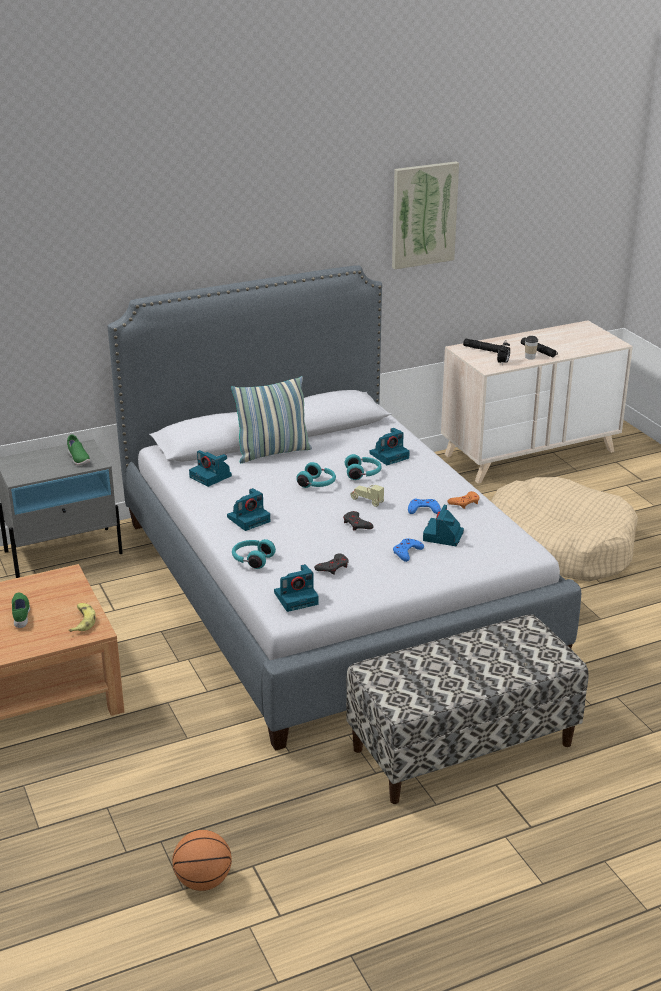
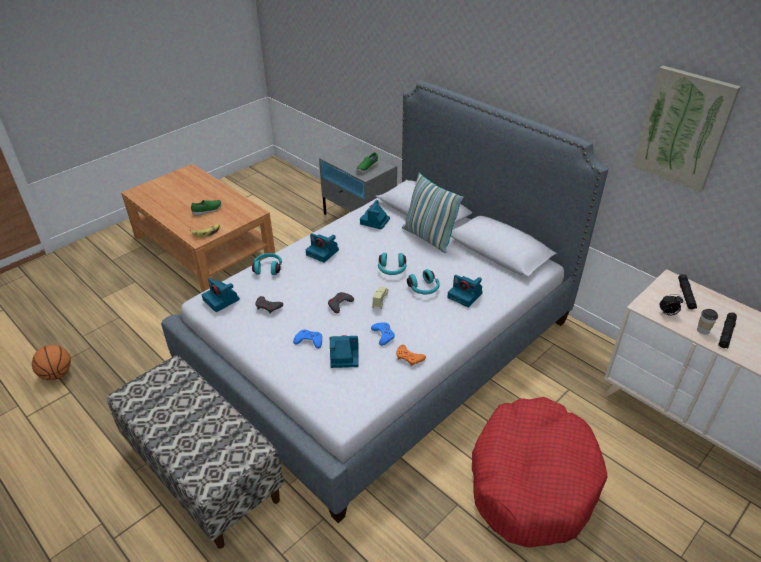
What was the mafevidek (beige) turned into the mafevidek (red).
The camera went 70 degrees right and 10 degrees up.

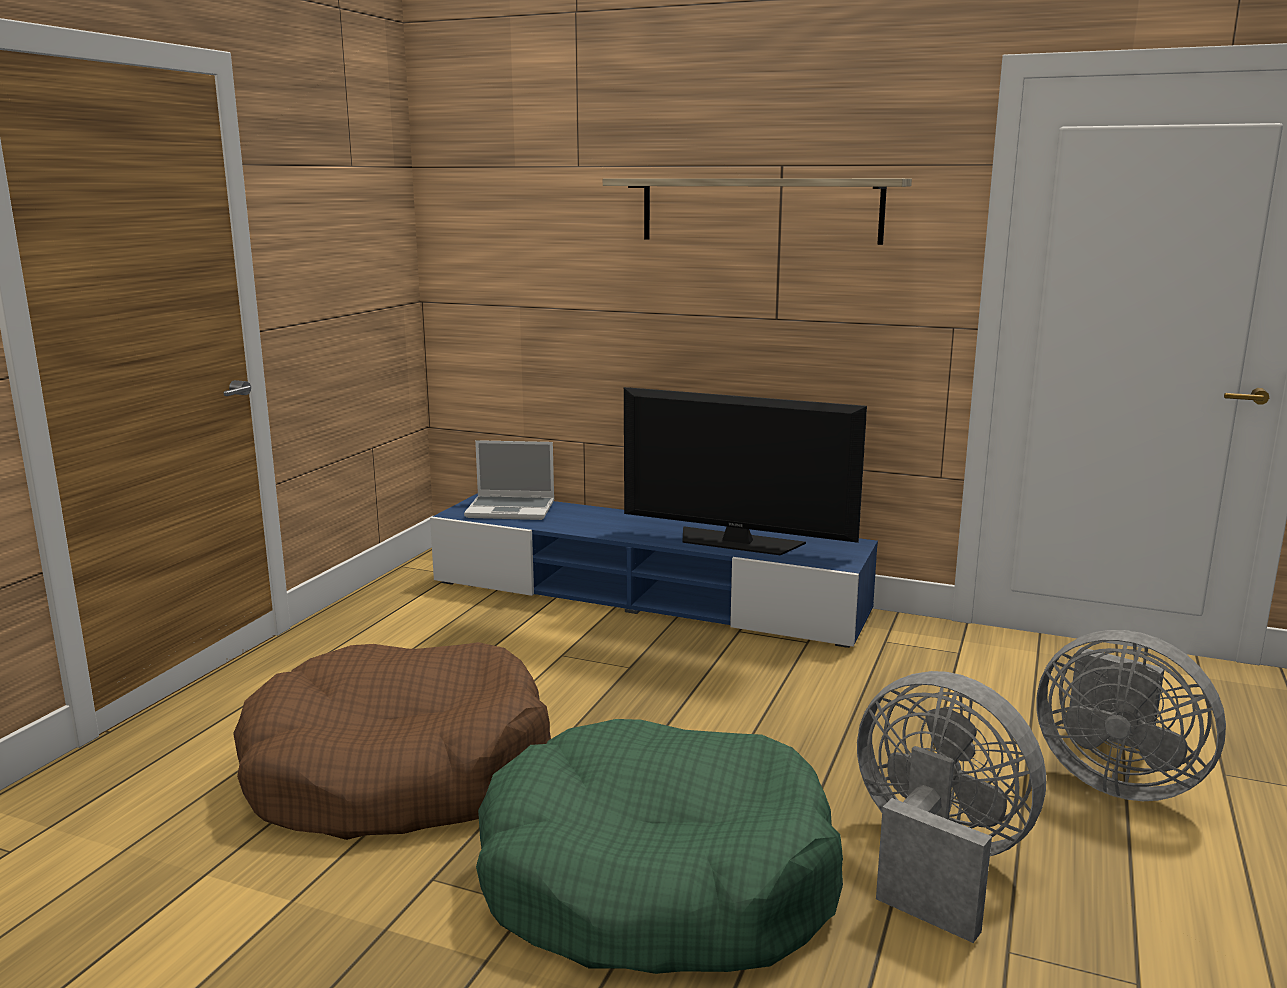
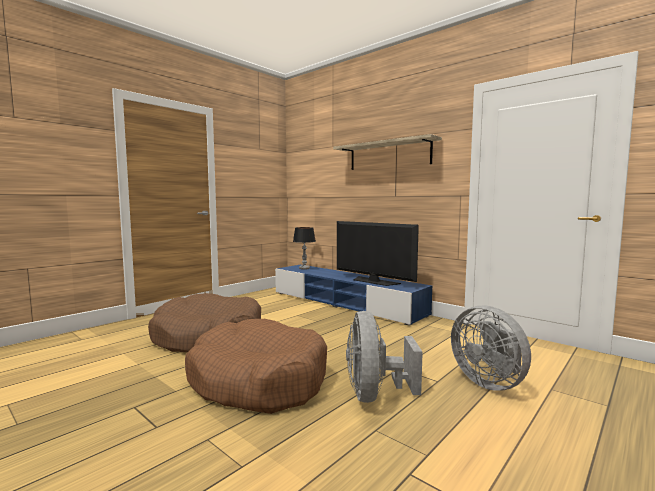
Where the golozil stood, the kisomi came to stand.
What was the mafevidek (green) turned into the mafevidek (brown) (no. 2 from left).
The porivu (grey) (no. 1 from left) ended up facing another way, 150 degrees counterclockwise from before.
The camera went 20 degrees right and 10 degrees down.

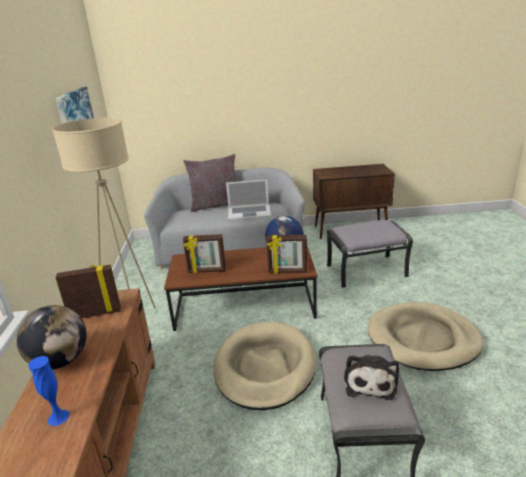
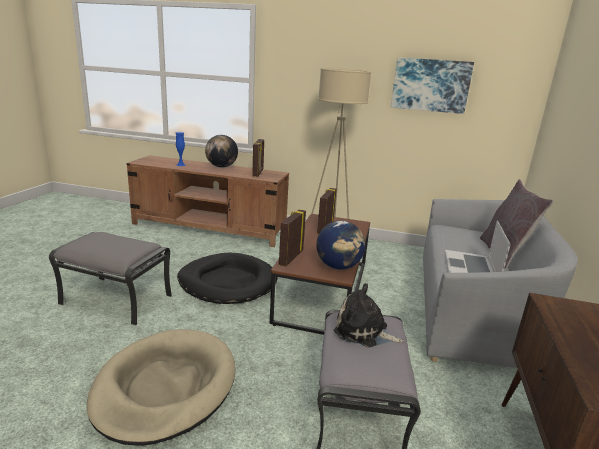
The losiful ended up elsewhere.
What was the mafevidek (beige) (no. 1 from left) turned into the mafevidek (black).
The camera went 105 degrees right and 5 degrees down.

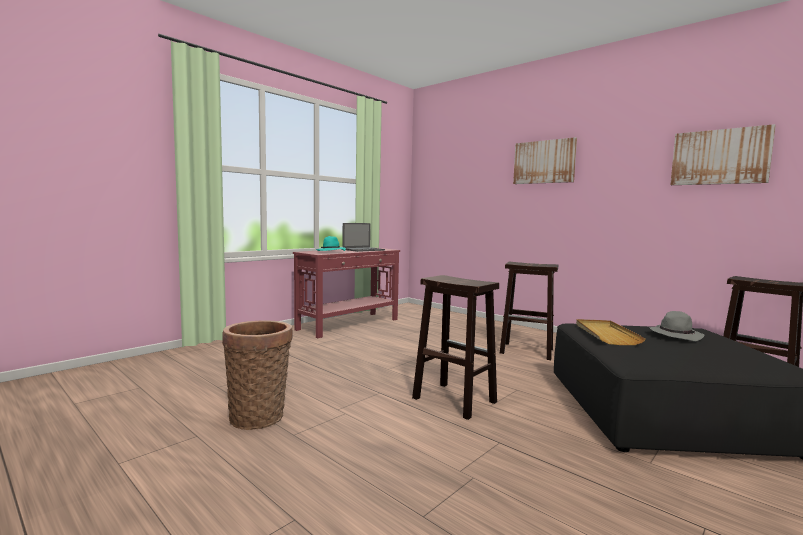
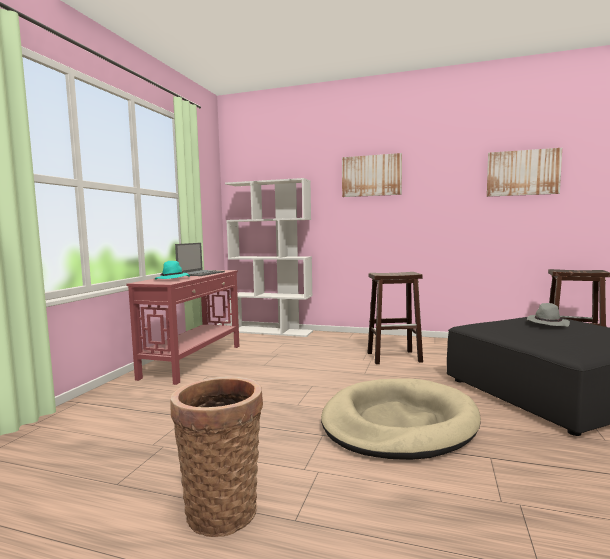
The second view lost the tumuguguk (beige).
The second view gained the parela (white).
Where the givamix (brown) (no. 1 from left) stood, the mafevidek (beige) came to stand.
The camera went 25 degrees left and 0 degrees up.

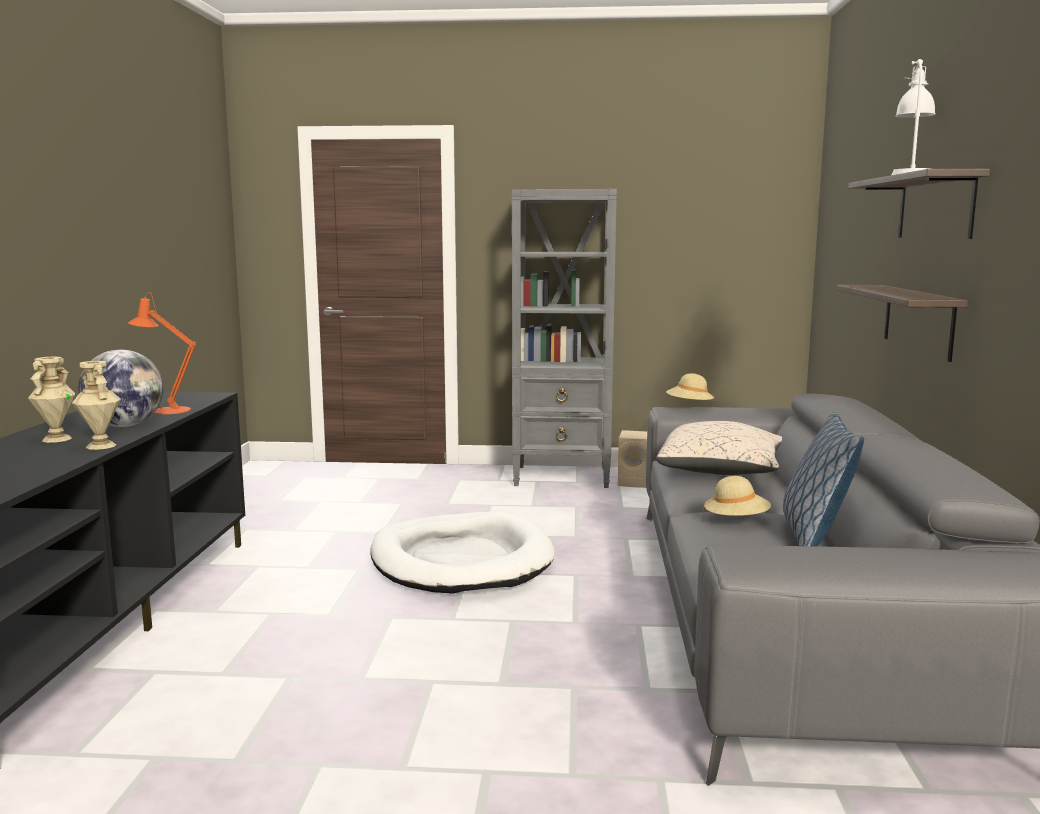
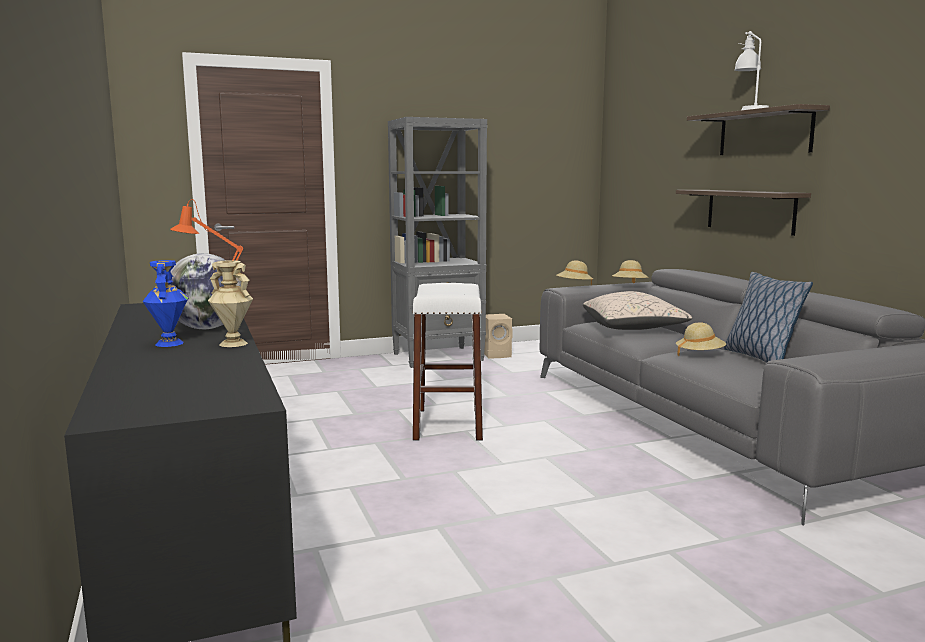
The second view gained the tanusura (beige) (no. 2 from left).
Where the mafevidek (white) stood, the givamix (white) came to stand.
What was the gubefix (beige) (no. 1 from left) turned into the gubefix (blue).
The camera went 25 degrees left and 0 degrees up.

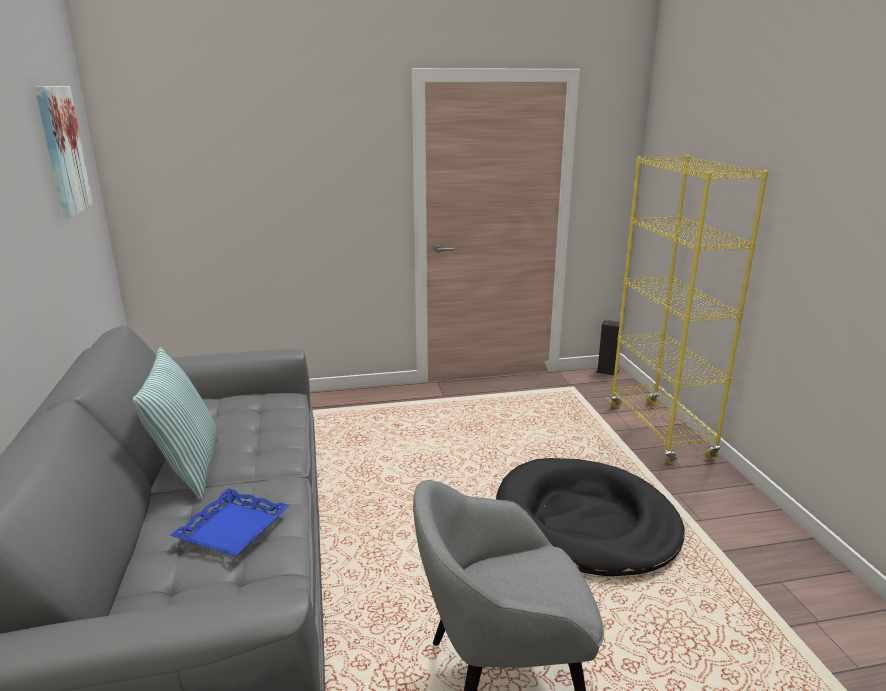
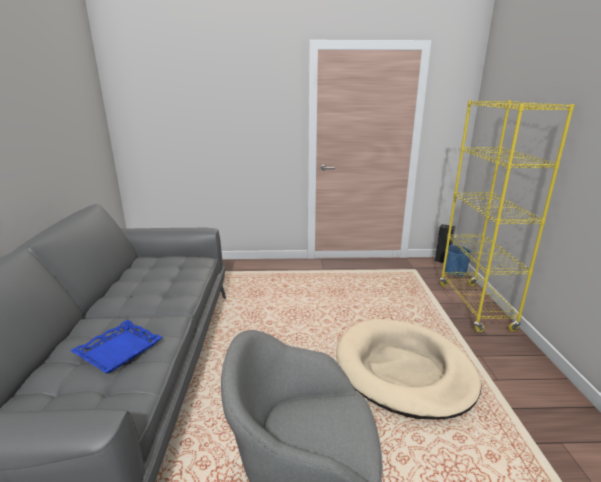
The second view lost the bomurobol.
The second view lost the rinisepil.
The second view gained the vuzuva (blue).
What was the mafevidek (black) turned into the mafevidek (beige).
The camera went 10 degrees right and 0 degrees up.

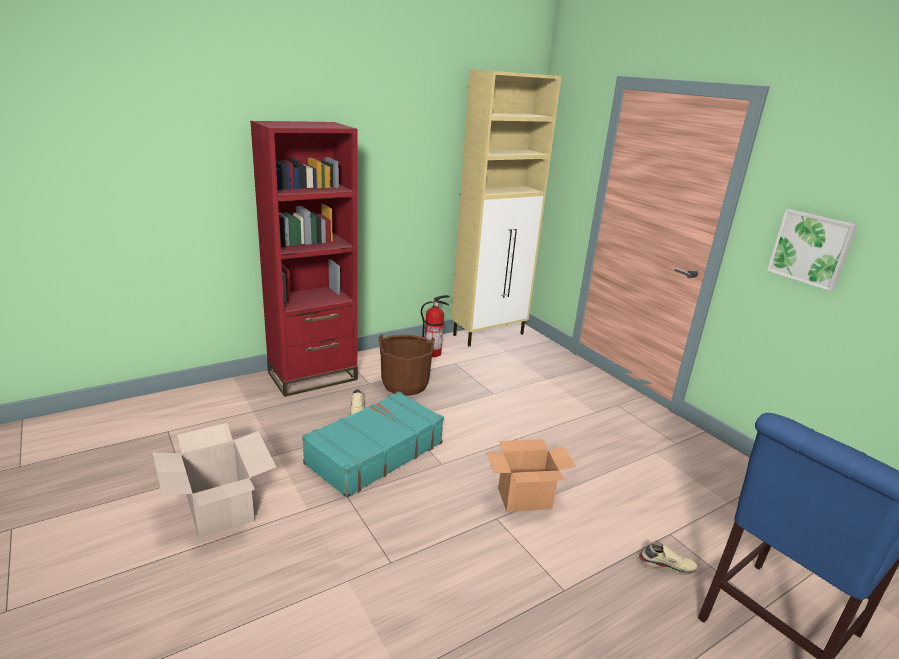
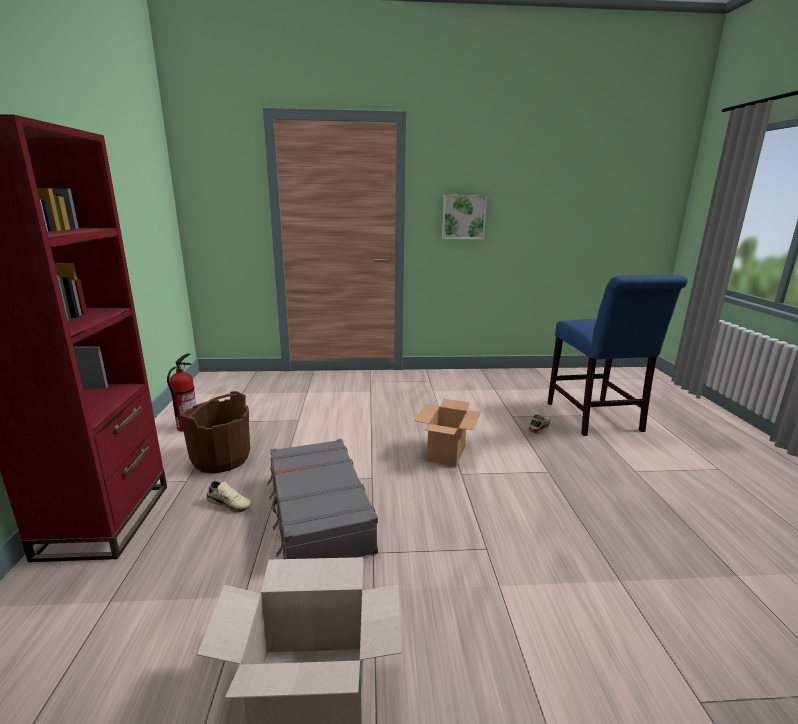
The second view lost the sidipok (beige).
What was the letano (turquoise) turned into the letano (grey).
The camera went 60 degrees left and 5 degrees down.

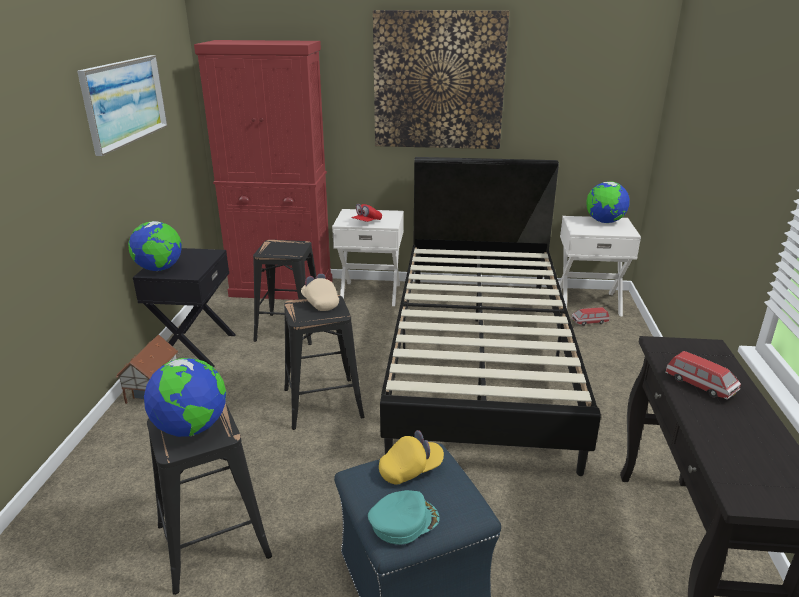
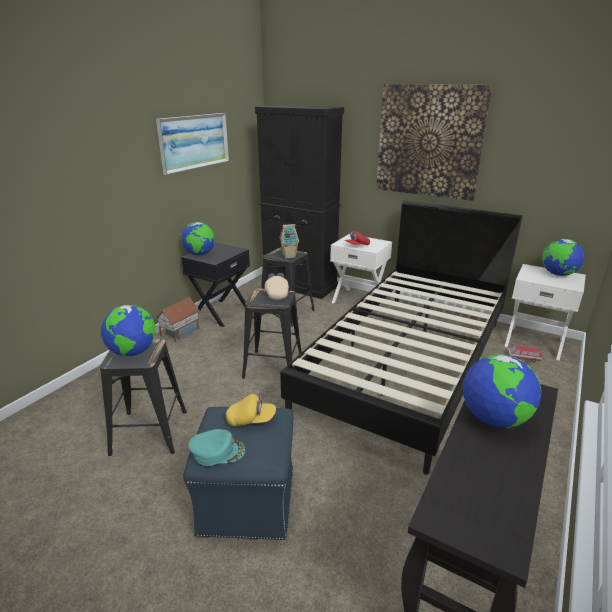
The second view gained the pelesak (no. 2 from left).
Where the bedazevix (no. 2 from left) stood, the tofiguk (no. 3 from left) came to stand.
What was the sidipok (red) turned into the sidipok (black).
The camera went 25 degrees right and 0 degrees up.

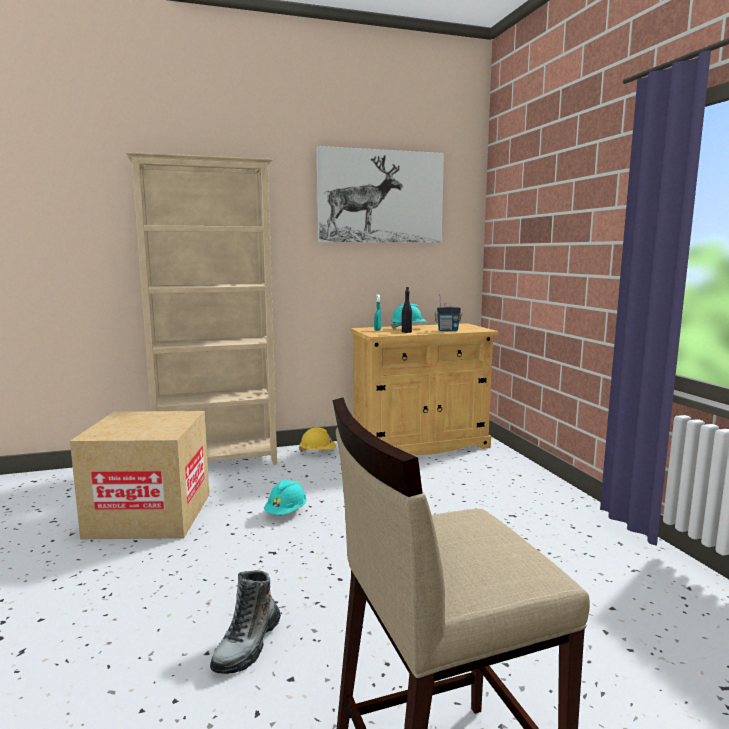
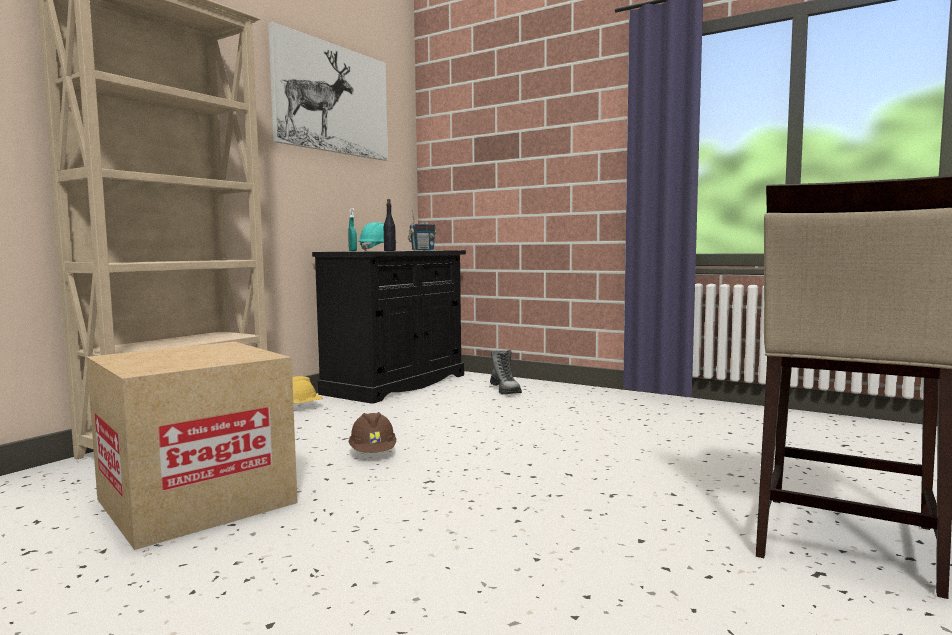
The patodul ended up elsewhere.
What was the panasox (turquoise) (no. 1 from left) turned into the panasox (brown).
What was the sidipok (beige) turned into the sidipok (black).
The camera went 40 degrees left and 5 degrees down.

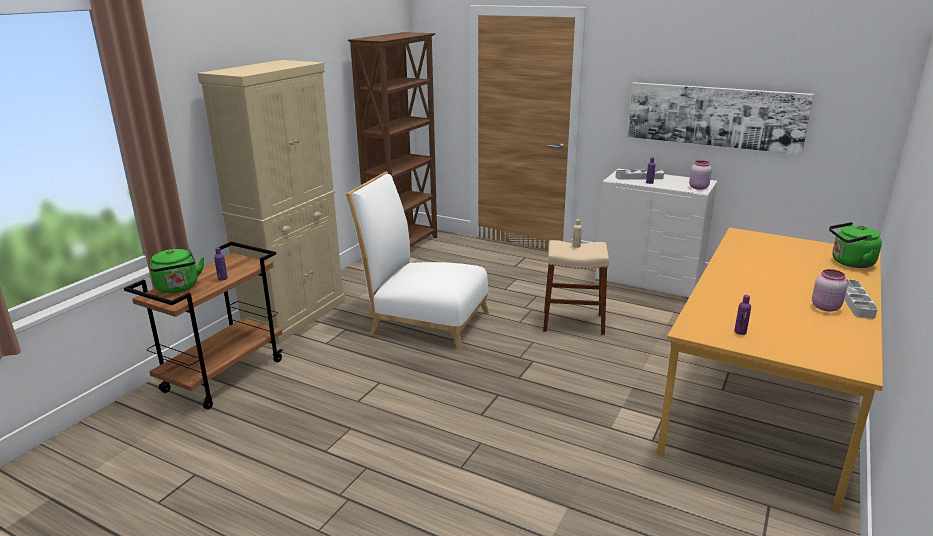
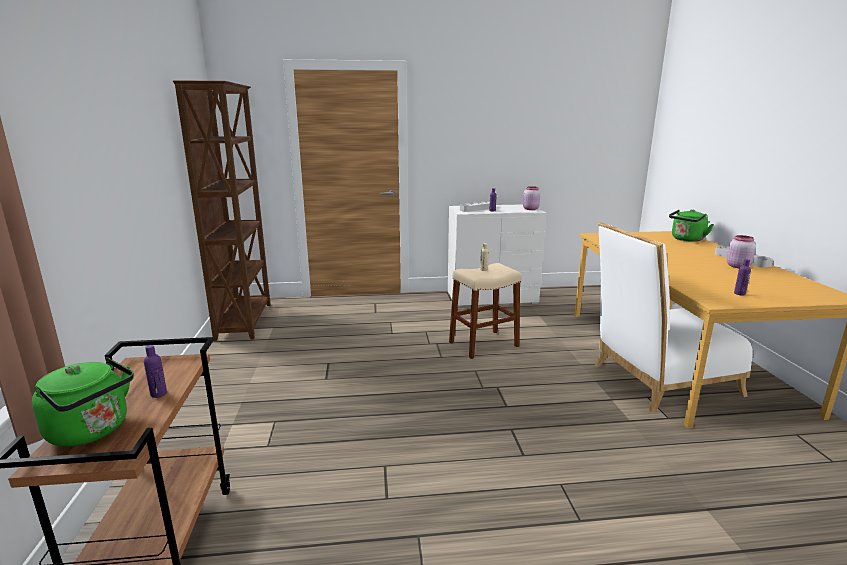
The second view lost the sidipok (beige).
The second view lost the bomurobol.
The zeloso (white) ended up elsewhere.
The camera went 35 degrees left and 5 degrees down.

